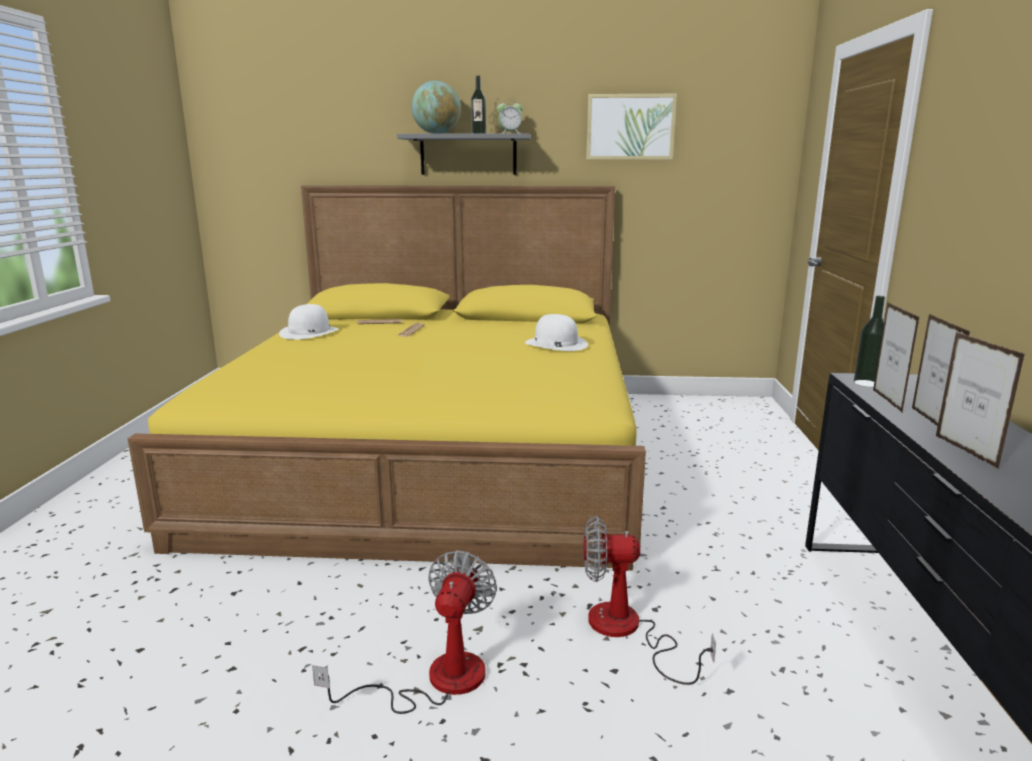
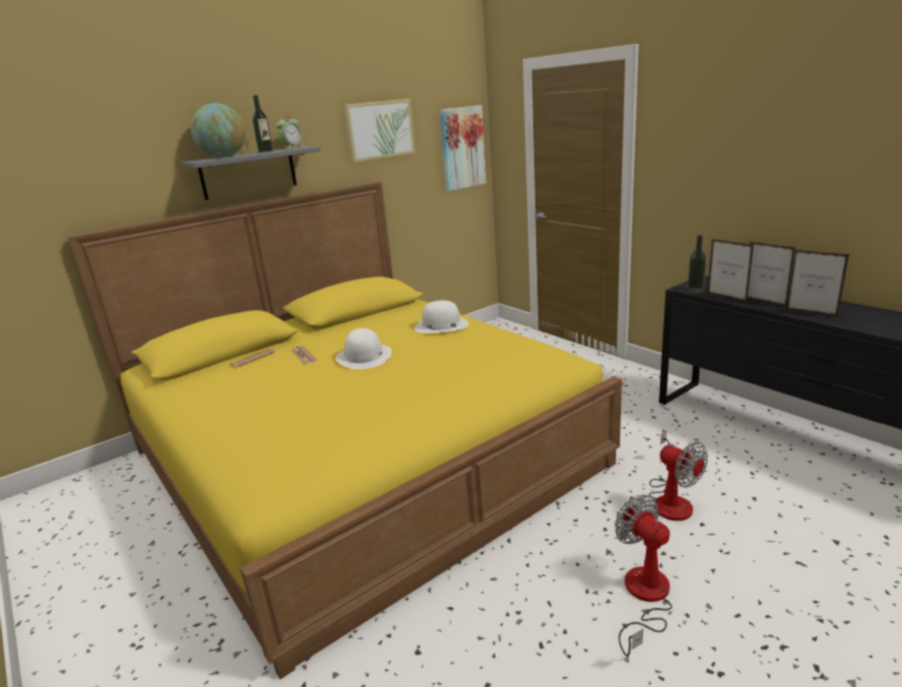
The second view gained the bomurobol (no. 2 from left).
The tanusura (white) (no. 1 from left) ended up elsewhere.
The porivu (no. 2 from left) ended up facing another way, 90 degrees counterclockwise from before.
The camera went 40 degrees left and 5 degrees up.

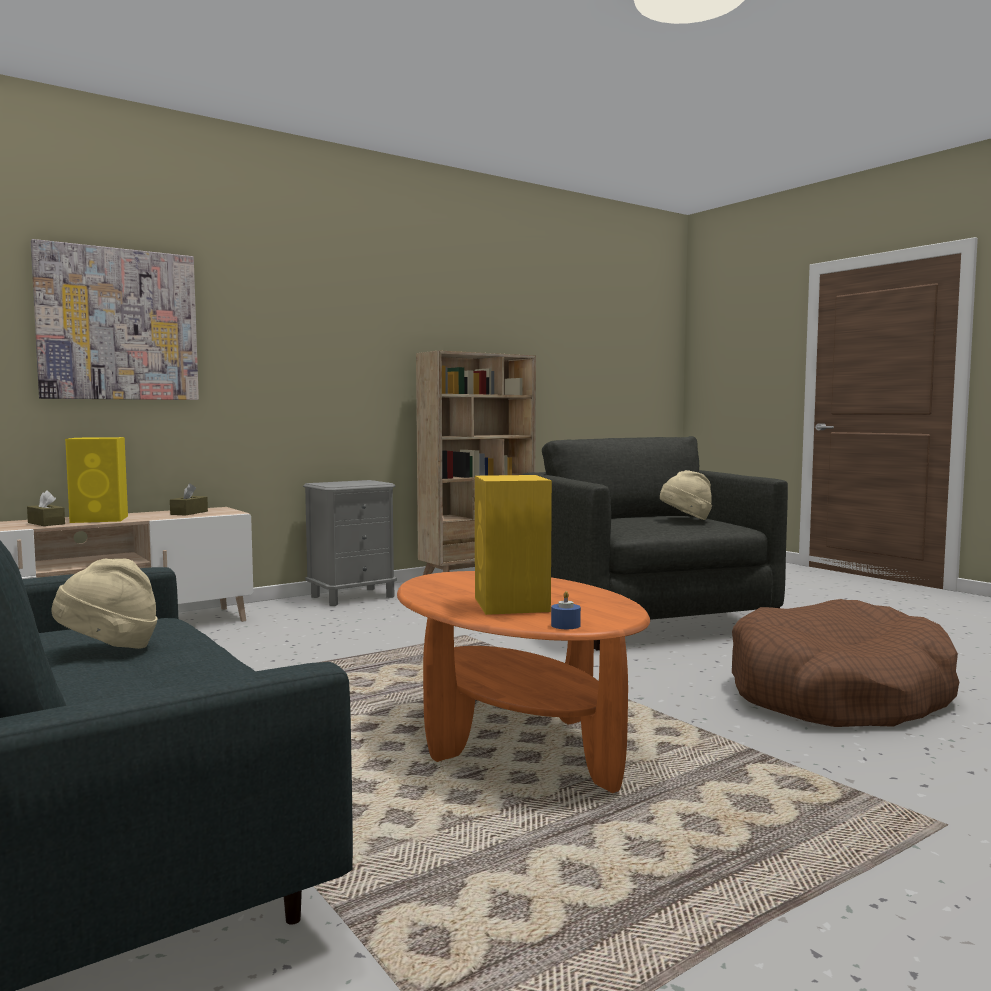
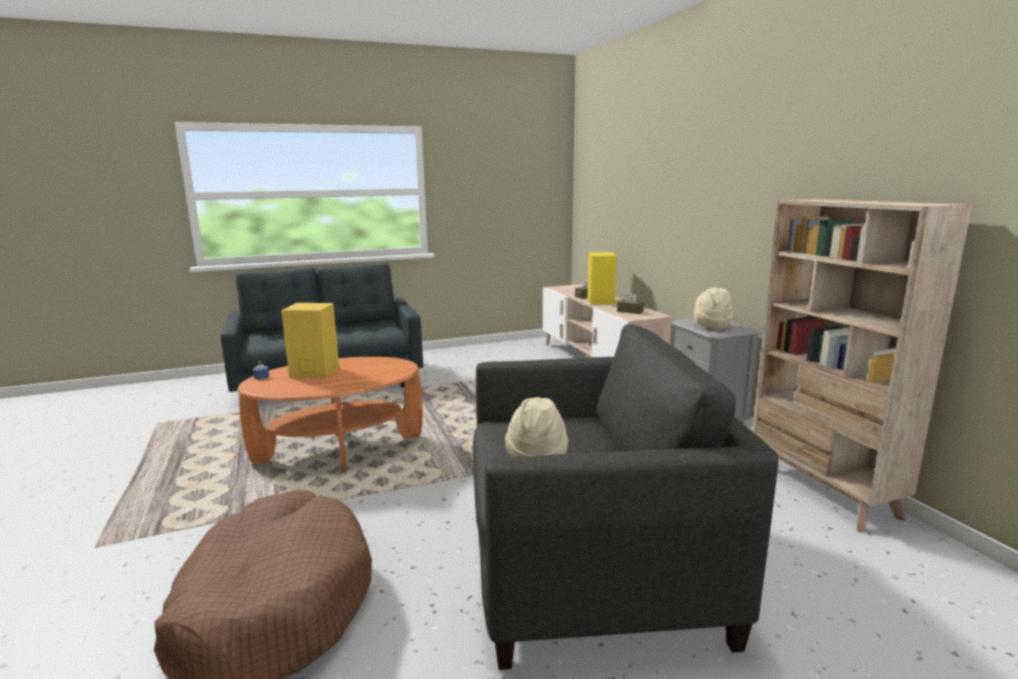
The second view lost the bomurobol.
The tanusura (beige) (no. 1 from left in the first image) ended up elsewhere.
The camera went 105 degrees right and 10 degrees up.

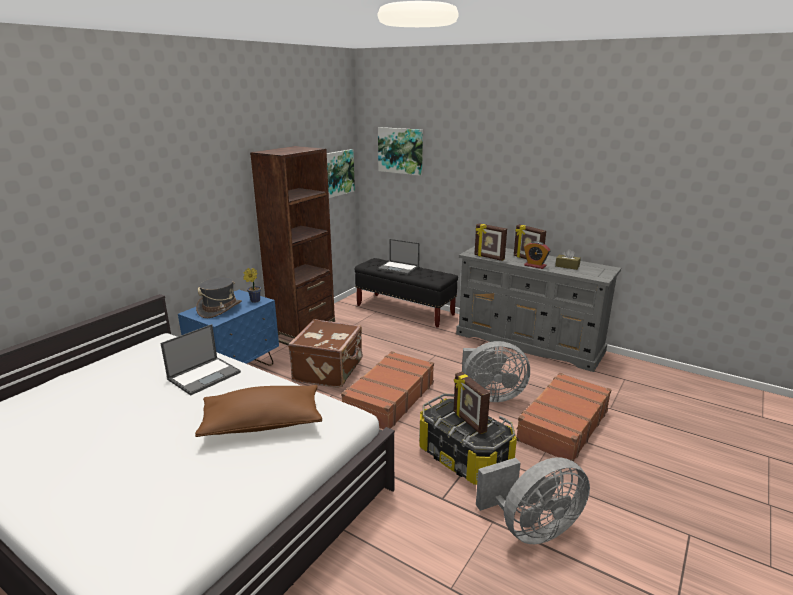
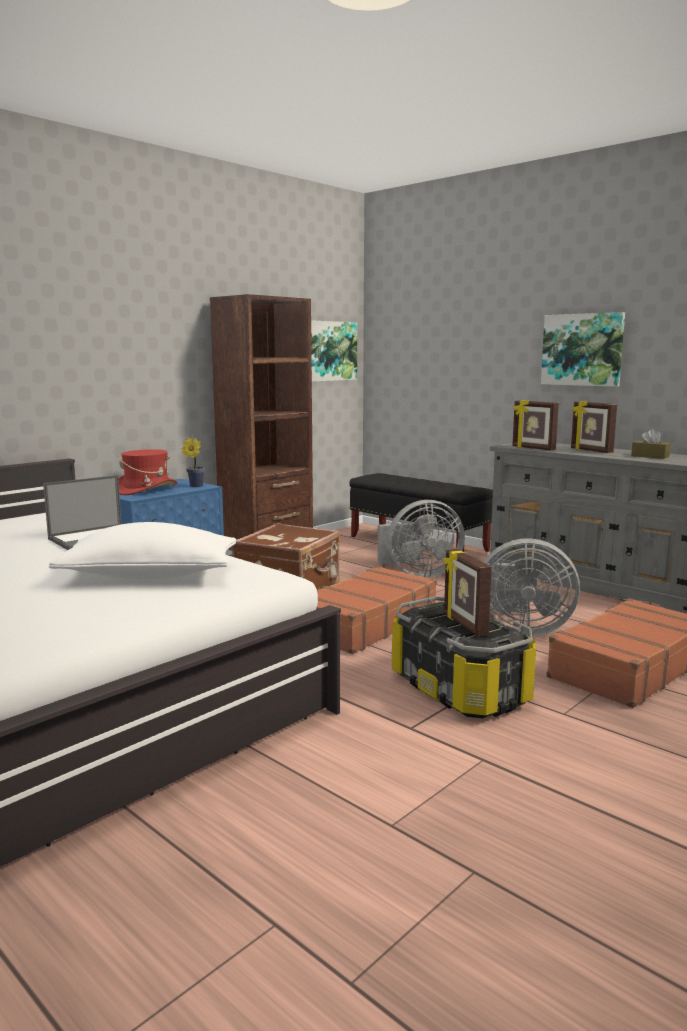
The second view lost the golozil (no. 2 from left).
The second view lost the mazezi.
The bomurobol (no. 2 from left) ended up elsewhere.
The porivu (grey) (no. 2 from left in the first image) ended up elsewhere.
What was the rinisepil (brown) turned into the rinisepil (white).
What was the tanusura (grey) turned into the tanusura (red).
The camera went 10 degrees right and 10 degrees down.

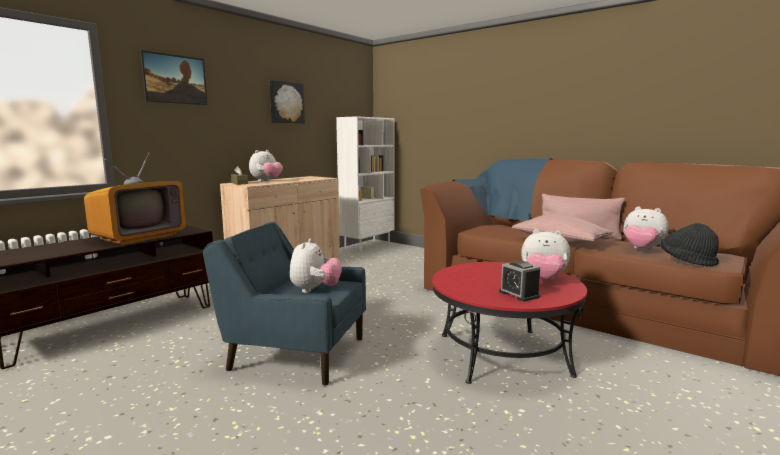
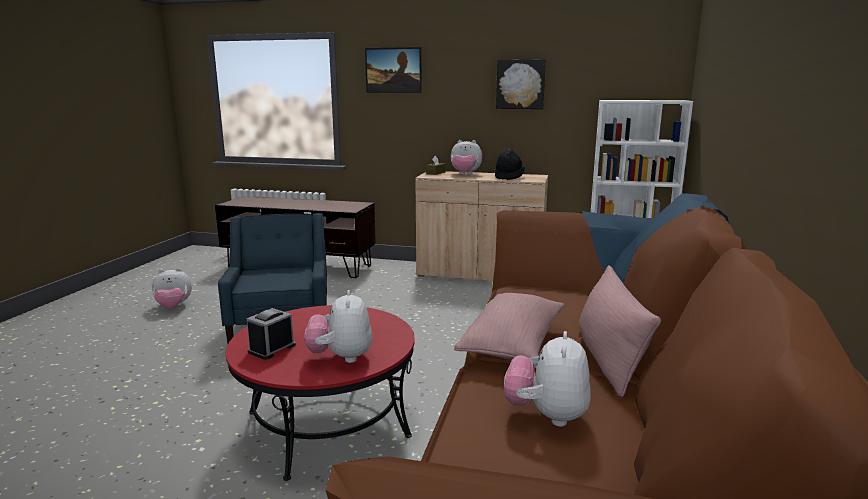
The second view lost the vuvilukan.
The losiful (no. 2 from left in the first image) ended up elsewhere.
The tanusura (black) ended up elsewhere.
The camera went 65 degrees right and 5 degrees up.

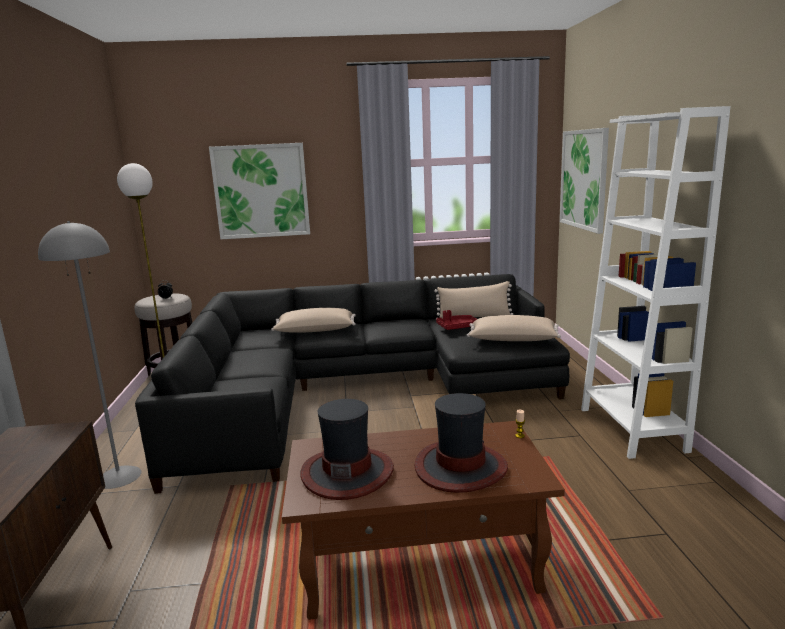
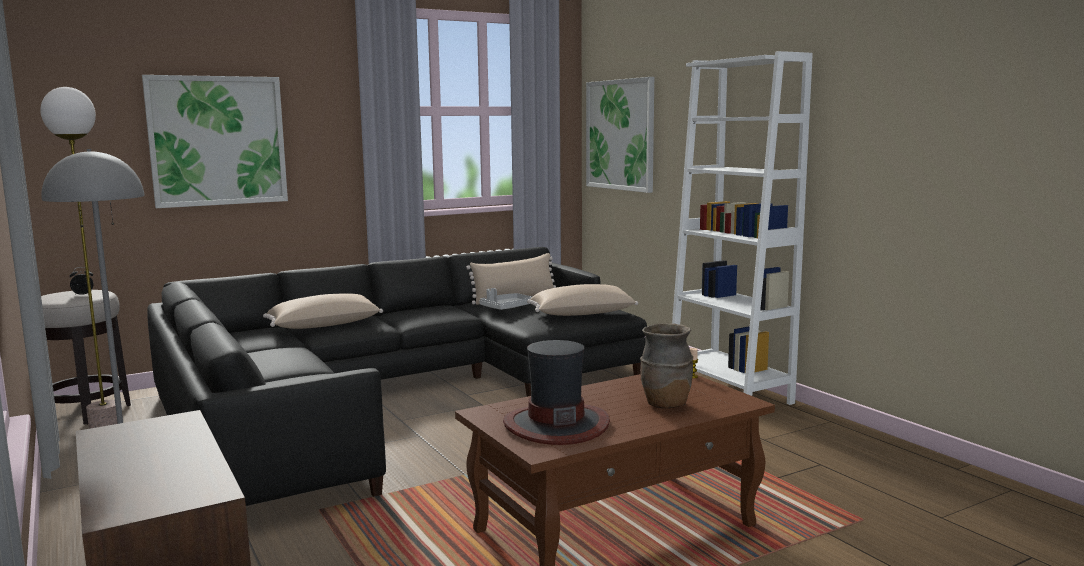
Where the tanusura (no. 2 from left) stood, the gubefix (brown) came to stand.
What was the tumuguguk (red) turned into the tumuguguk (grey).
The camera went 25 degrees left and 5 degrees down.

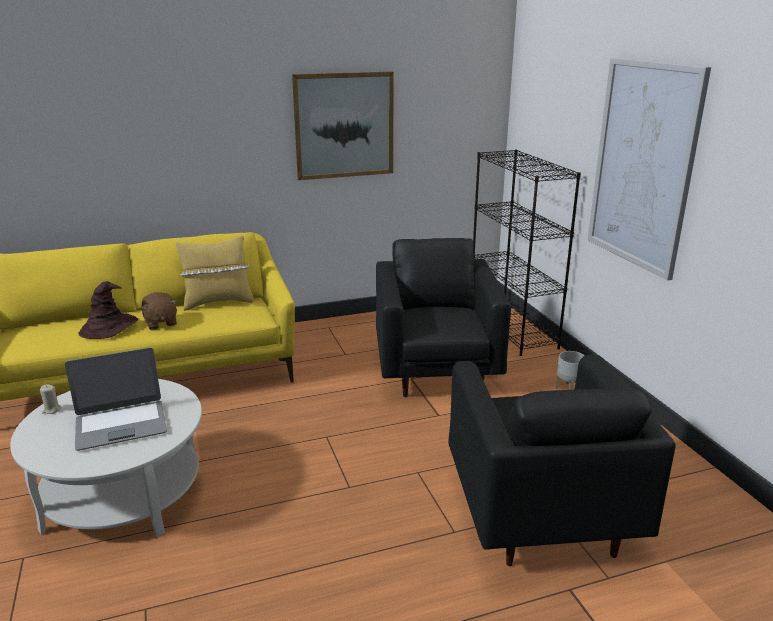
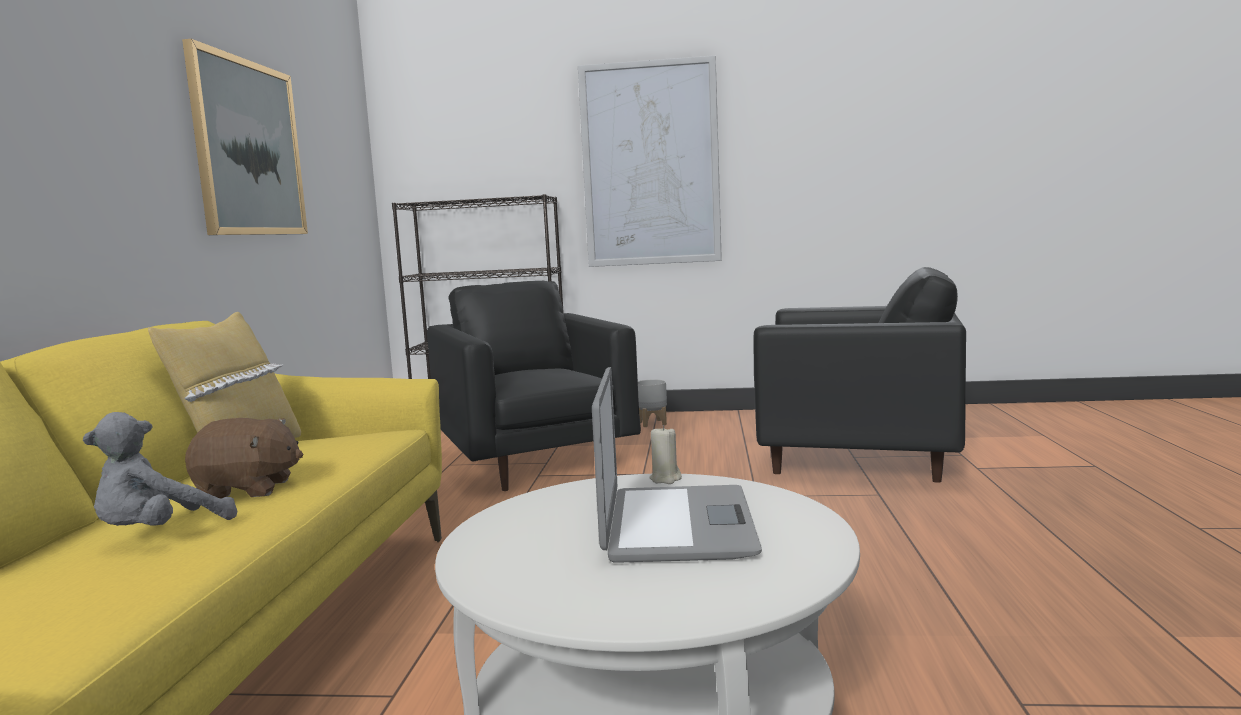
The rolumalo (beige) ended up elsewhere.
Where the tanusura (brown) stood, the losiful (grey) came to stand.
The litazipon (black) (no. 1 from left) ended up facing another way, 45 degrees clockwise from before.
The camera went 65 degrees left and 15 degrees down.

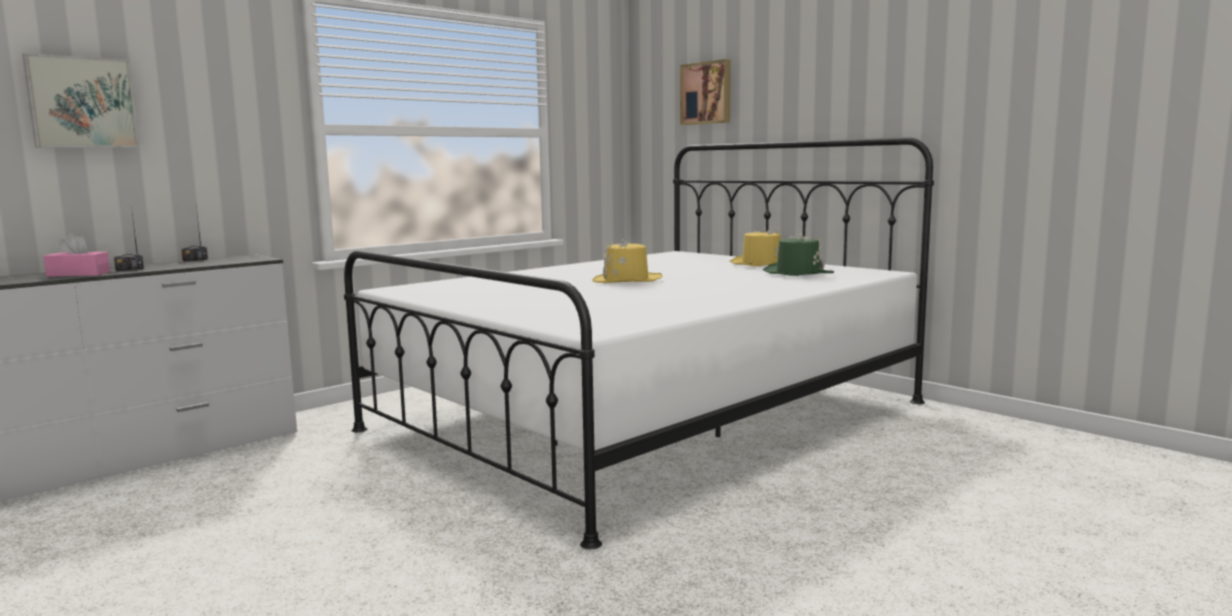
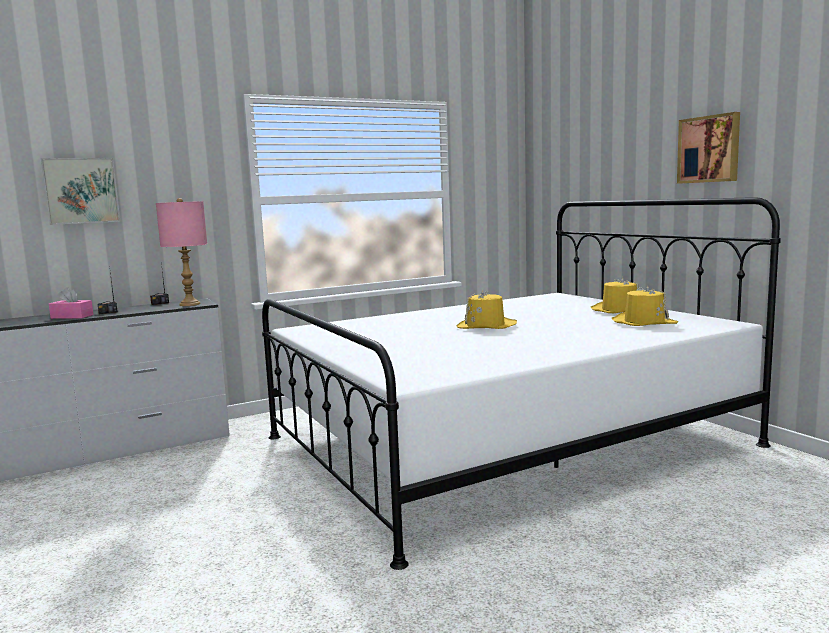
The second view gained the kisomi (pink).
The bomurobol (no. 2 from left) ended up elsewhere.
What was the tanusura (green) turned into the tanusura (yellow) (no. 3 from left).
The camera went 15 degrees right and 0 degrees up.

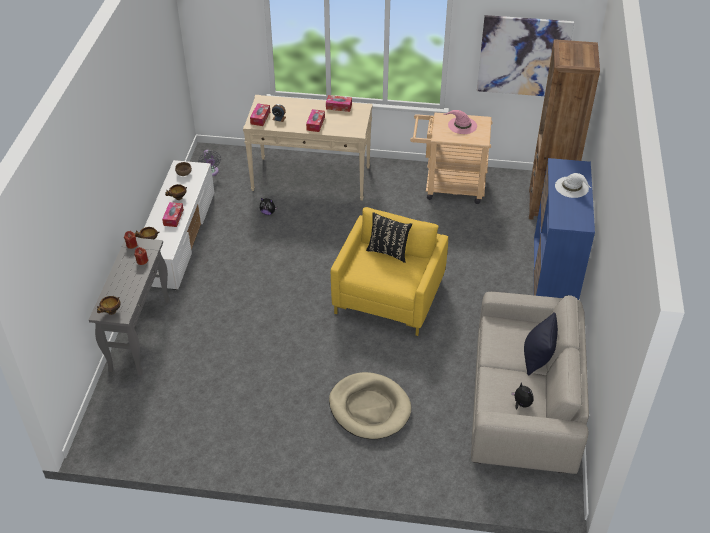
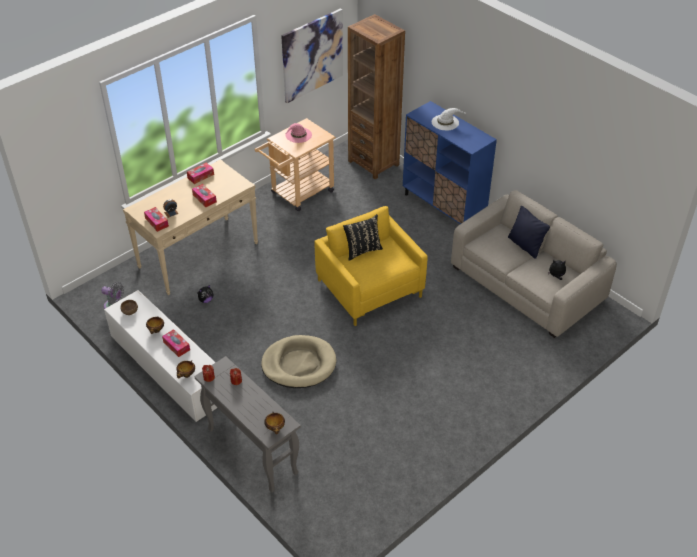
The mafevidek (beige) ended up elsewhere.
The camera went 50 degrees left and 0 degrees up.

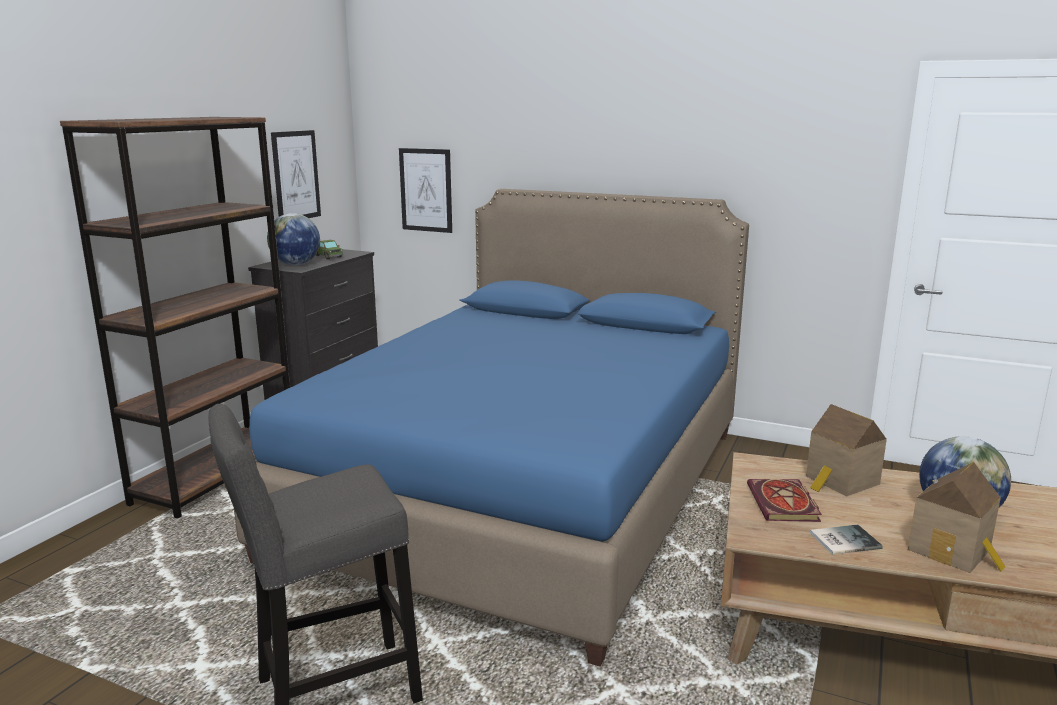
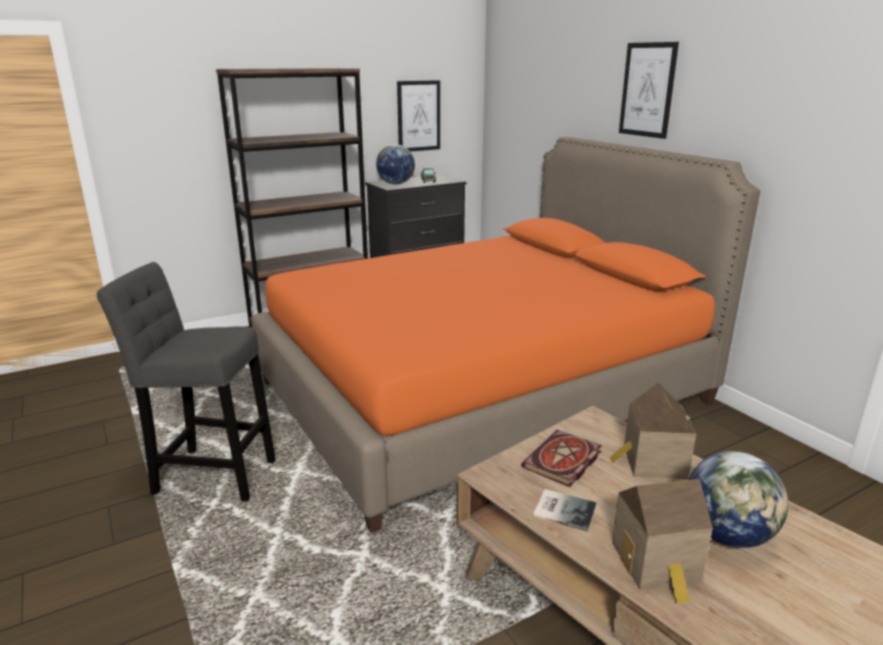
The bomurobol (no. 2 from left) ended up elsewhere.
What was the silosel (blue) turned into the silosel (orange).
The camera went 35 degrees right and 5 degrees up.

